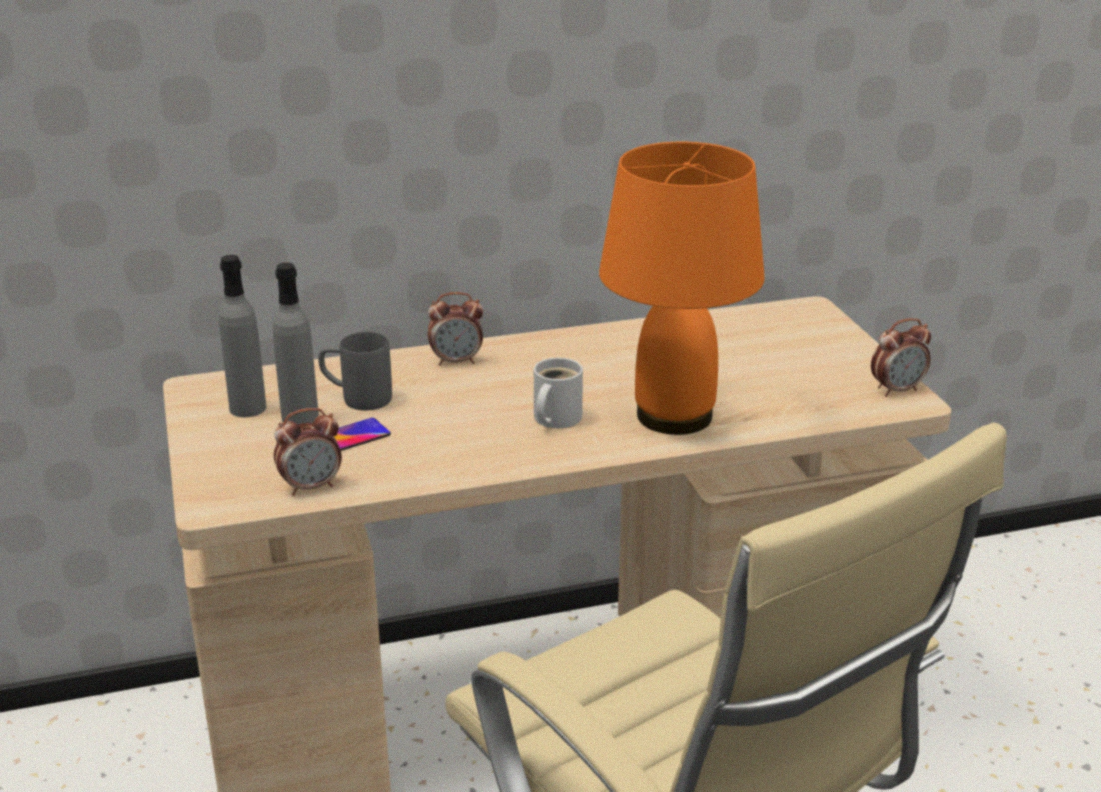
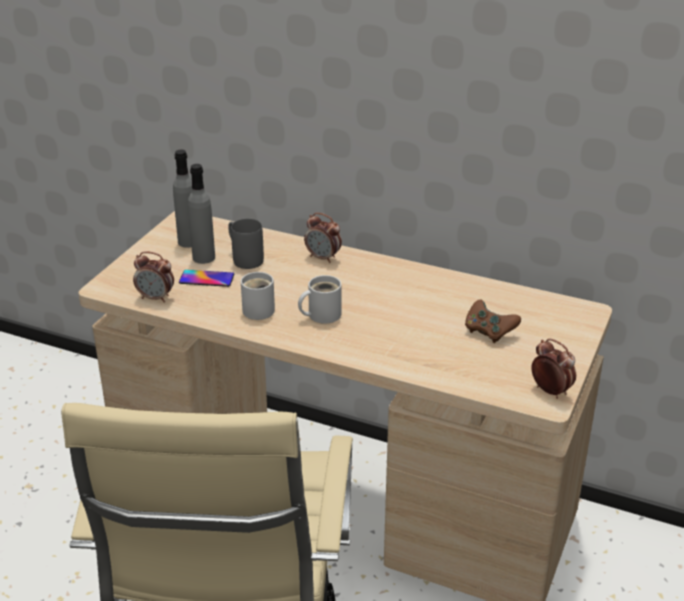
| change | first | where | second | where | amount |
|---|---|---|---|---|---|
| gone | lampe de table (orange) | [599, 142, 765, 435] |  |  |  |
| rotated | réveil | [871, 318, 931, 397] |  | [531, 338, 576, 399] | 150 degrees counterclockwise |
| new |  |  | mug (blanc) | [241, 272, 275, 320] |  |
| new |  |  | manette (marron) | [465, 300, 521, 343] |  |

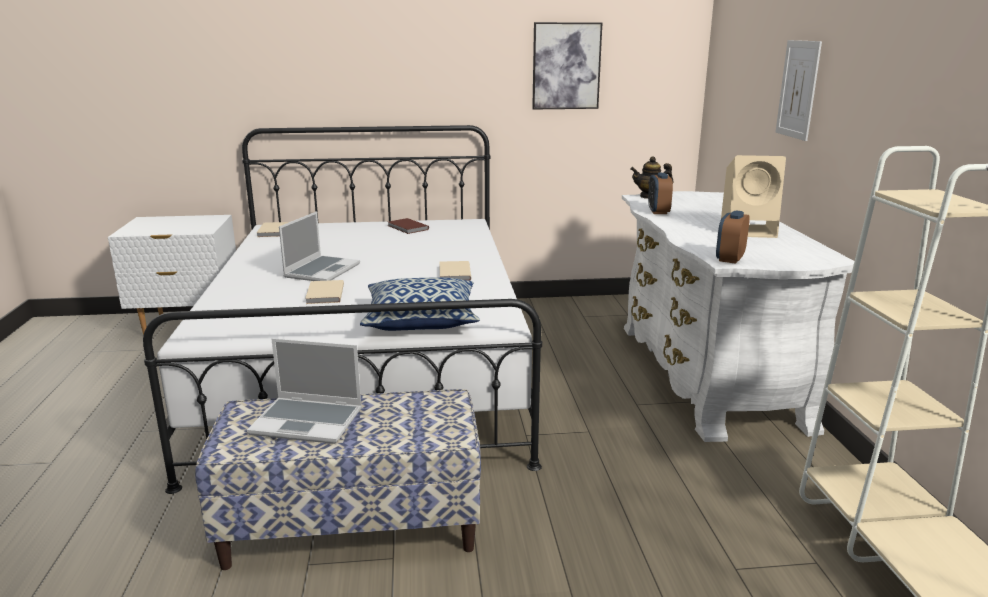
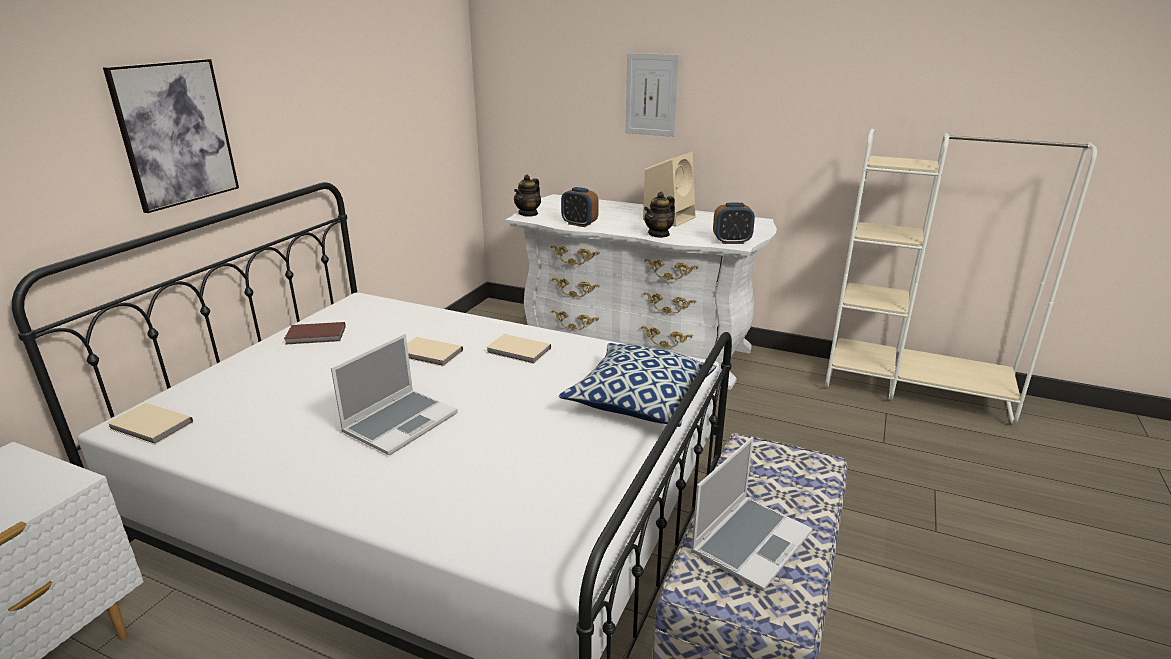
| change | first | where | second | where | amount |
|---|---|---|---|---|---|
| rotated | ordinateur portable | [279, 211, 360, 281] |  | [331, 334, 458, 455] | 75 degrees clockwise |
| shifted | livre (beige) | [305, 280, 344, 304] |  | [407, 337, 463, 367] |  |
| shifted | tableau | [532, 22, 602, 109] |  | [103, 59, 239, 213] |  |
| rotated | réveil | [716, 211, 750, 264] |  | [713, 203, 755, 244] | 60 degrees counterclockwise |
| new |  |  | théière | [644, 192, 675, 238] |  |

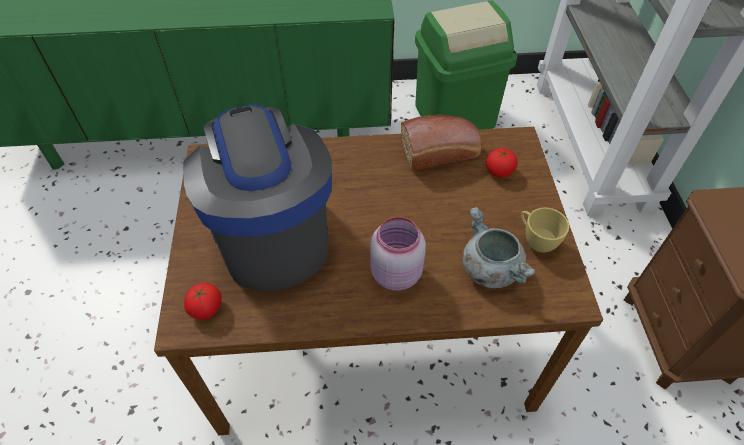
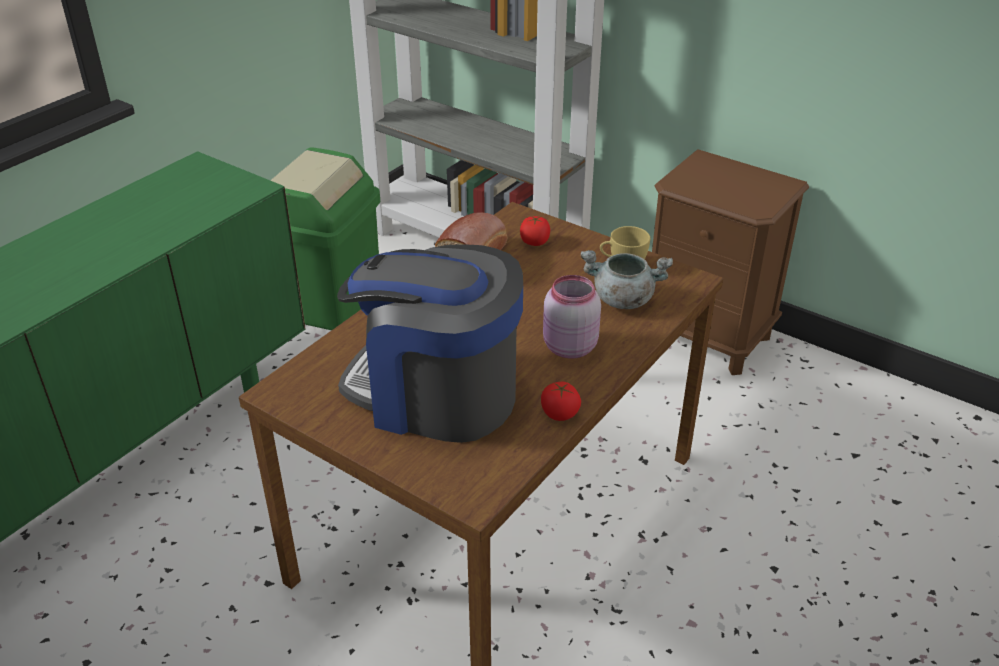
| change | first | where | second | where | amount |
|---|---|---|---|---|---|
| shifted | tomate | [184, 283, 222, 320] |  | [541, 382, 581, 421] |  |

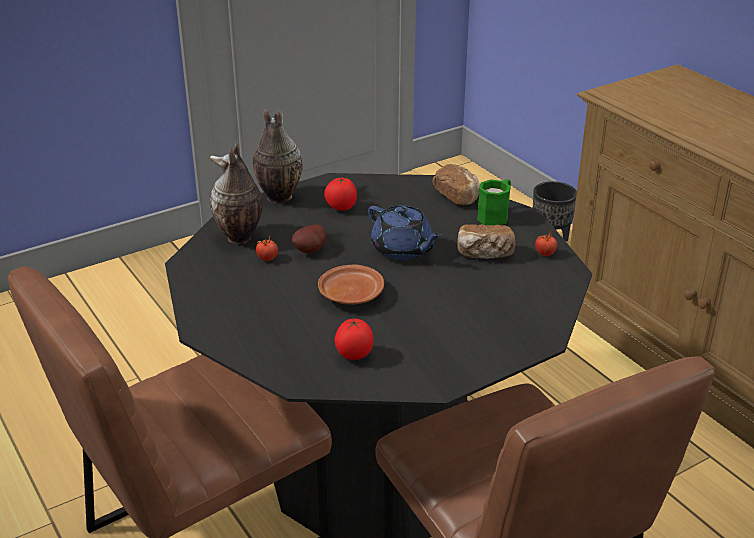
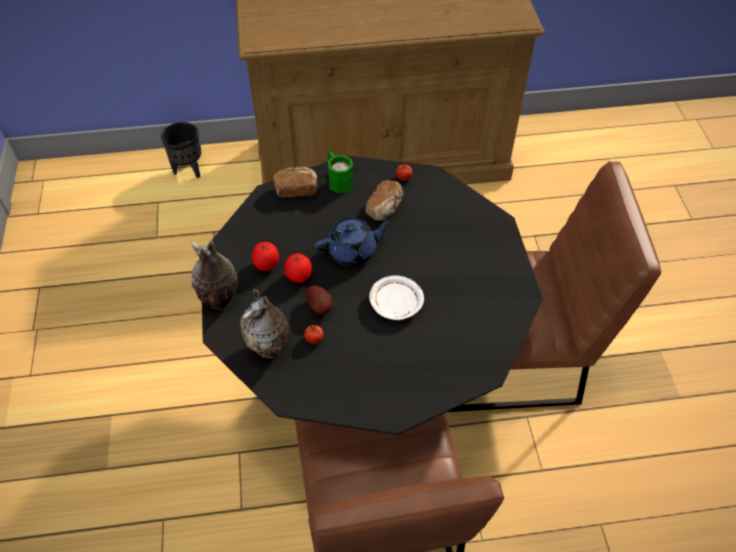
| change | first | where | second | where | amount |
|---|---|---|---|---|---|
| repainted | assiette (marron) | [318, 265, 384, 305] | assiette (blanc) | [369, 275, 424, 320] |  |
| shifted | tomate | [334, 319, 373, 360] |  | [284, 254, 312, 283] |  |

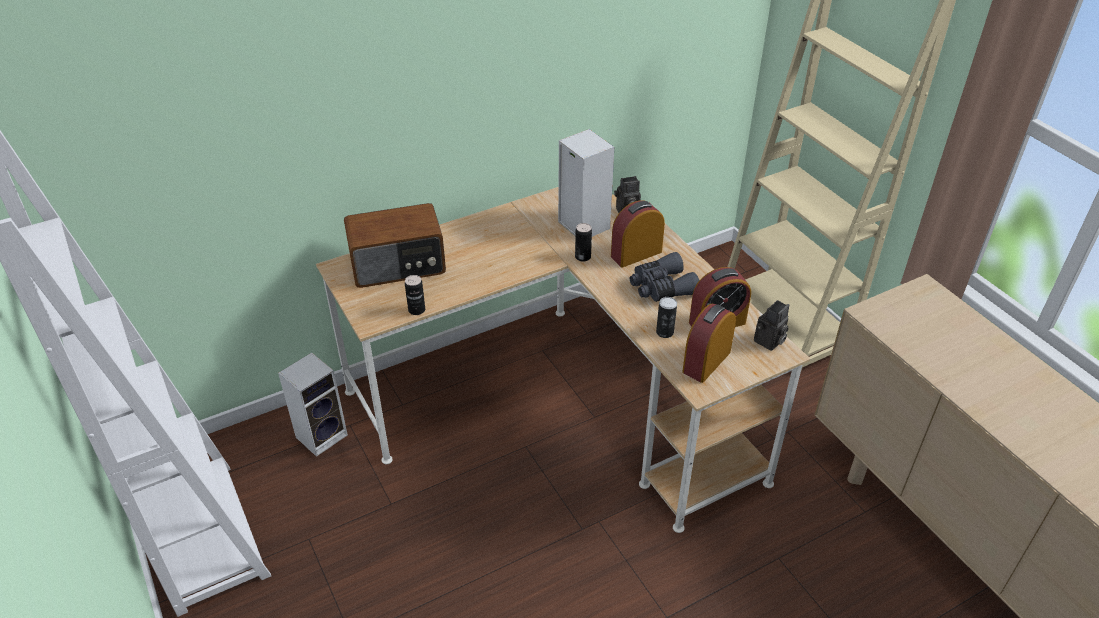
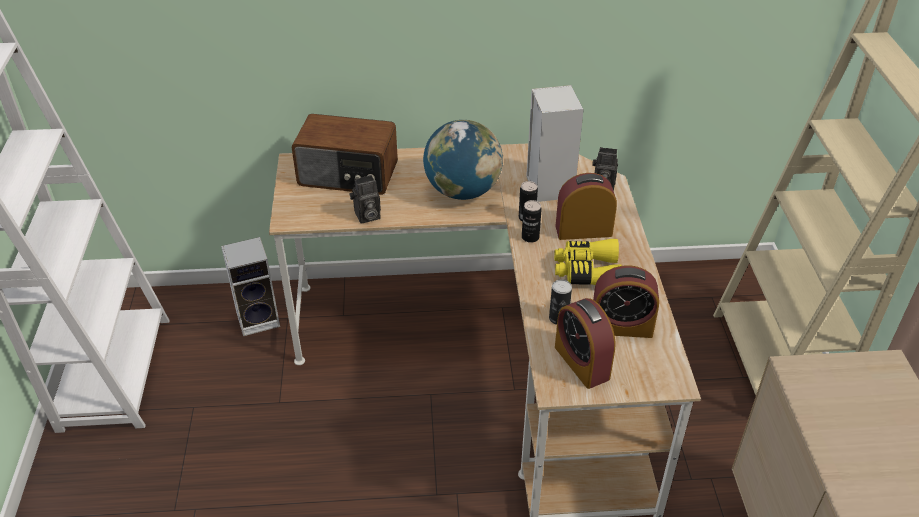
| change | first | where | second | where | amount |
|---|---|---|---|---|---|
| shifted | boîte métallique | [405, 275, 425, 315] |  | [522, 200, 542, 243] |  |
| repainted | jumelles (gris) | [630, 252, 700, 302] | jumelles (jaune) | [554, 239, 622, 285] |  |
| rotated | réveil | [682, 304, 736, 383] |  | [555, 298, 616, 389] | 90 degrees counterclockwise |
| shifted | appareil photo | [754, 300, 789, 351] |  | [350, 175, 381, 223] |  |
| new |  |  | globe | [423, 120, 503, 200] |  |

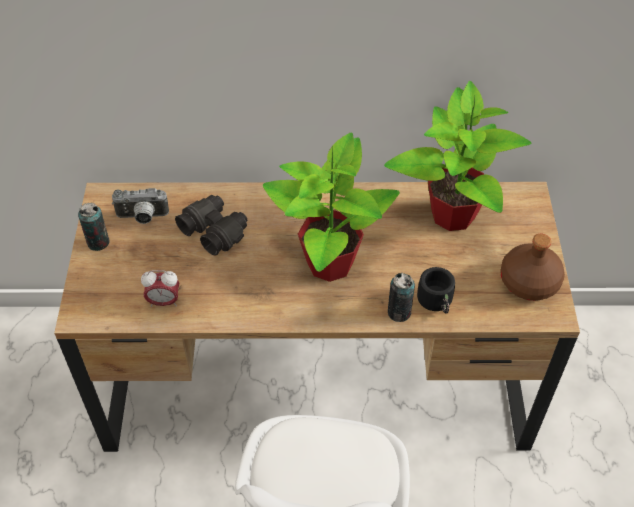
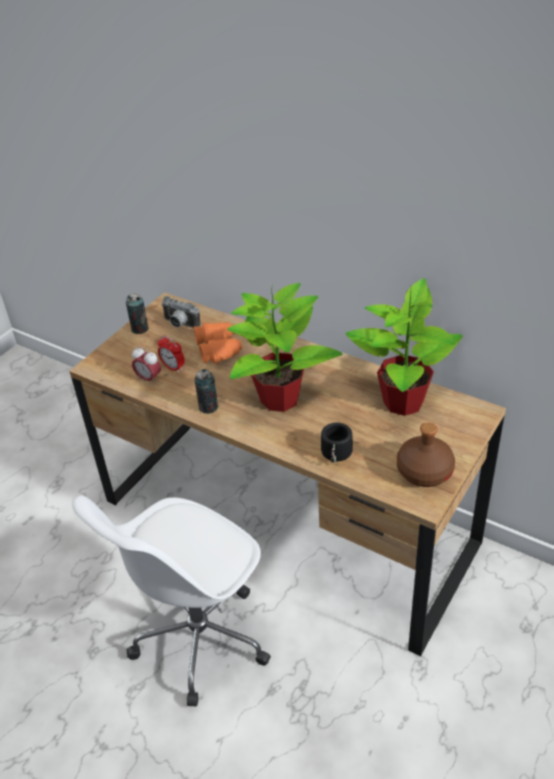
| change | first | where | second | where | amount |
|---|---|---|---|---|---|
| repainted | jumelles (noir) | [175, 195, 247, 256] | jumelles (orange) | [194, 322, 242, 364] |  |
| shifted | boîte métallique | [388, 273, 415, 322] |  | [195, 369, 218, 414] |  |
| new |  |  | réveil | [157, 335, 185, 373] |  |

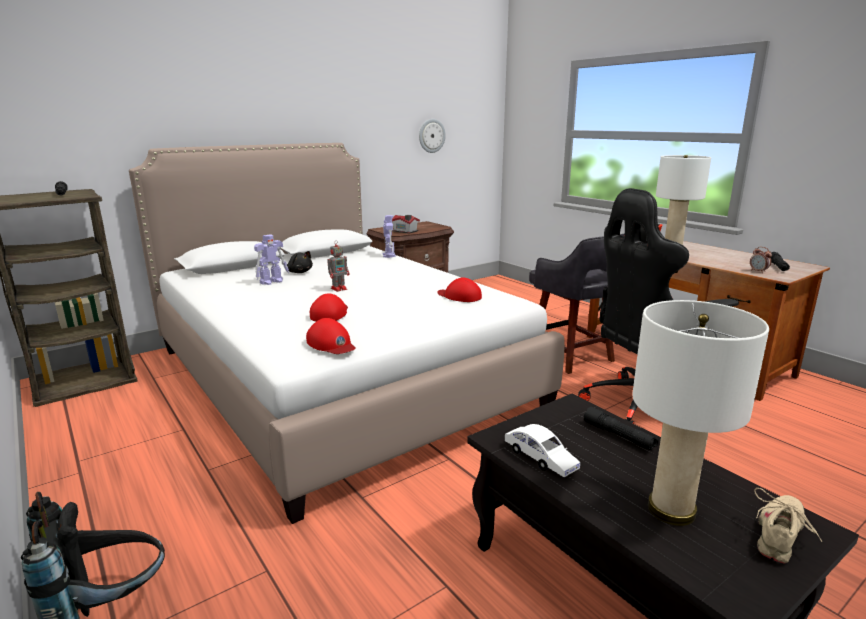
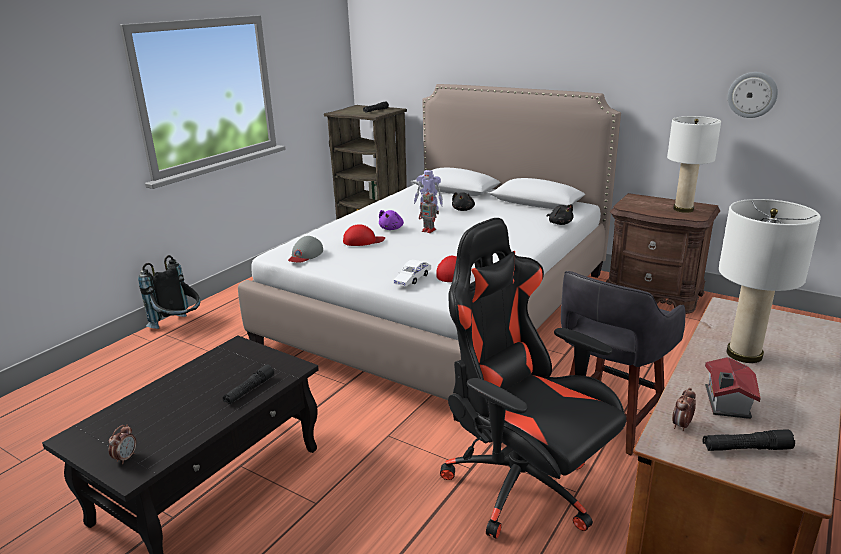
| change | first | where | second | where | amount |
|---|---|---|---|---|---|
| repainted | casquette (rouge) | [306, 318, 356, 354] | casquette (gris) | [288, 236, 323, 263] |  |
| swapped | robot jouet | [383, 215, 396, 258] | peluche (noir) | [547, 204, 574, 225] |  |
| shifted | maison miniature | [392, 215, 420, 234] |  | [705, 357, 761, 419] |  |
| shifted | petite voiture (blanc) | [505, 424, 580, 477] |  | [394, 260, 431, 287] |  |
| shifted | lampe de table (blanc) | [632, 300, 769, 526] |  | [667, 116, 721, 213] |  |
| swapped | chaussure (beige) | [754, 488, 822, 564] | réveil | [109, 425, 136, 464] |  |
| new |  |  | peluche (violet) | [379, 210, 404, 230] |  |

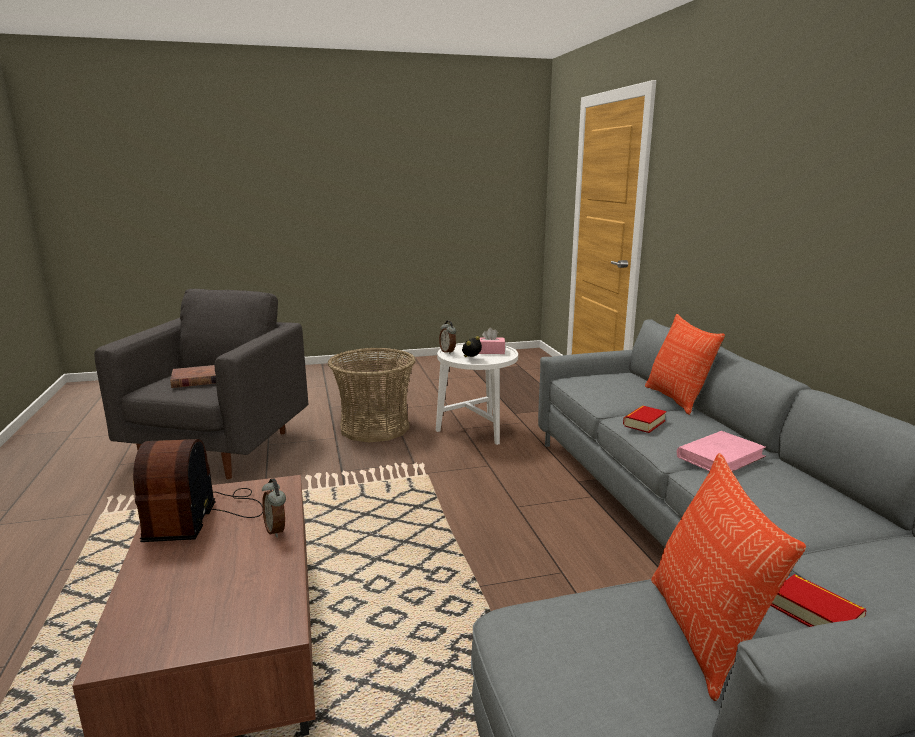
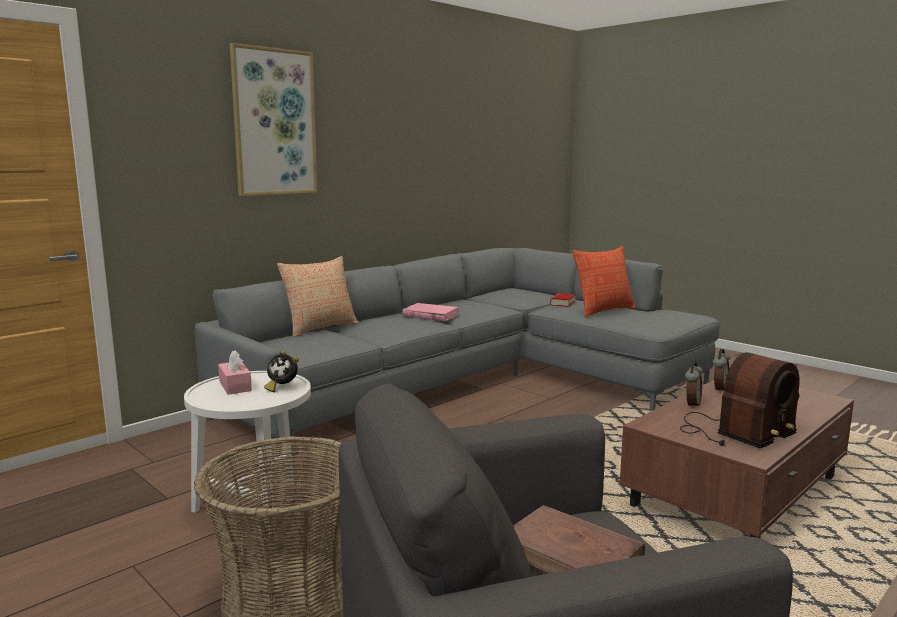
| change | first | where | second | where | amount |
|---|---|---|---|---|---|
| shifted | réveil | [439, 321, 456, 354] |  | [713, 349, 730, 393] |  |
| gone | livre | [623, 405, 667, 433] |  |  |  |
| repainted | coussin (orange) | [645, 314, 725, 415] | coussin (beige) | [277, 256, 358, 337] |  |
| new |  |  | tableau | [230, 43, 317, 196] |  |

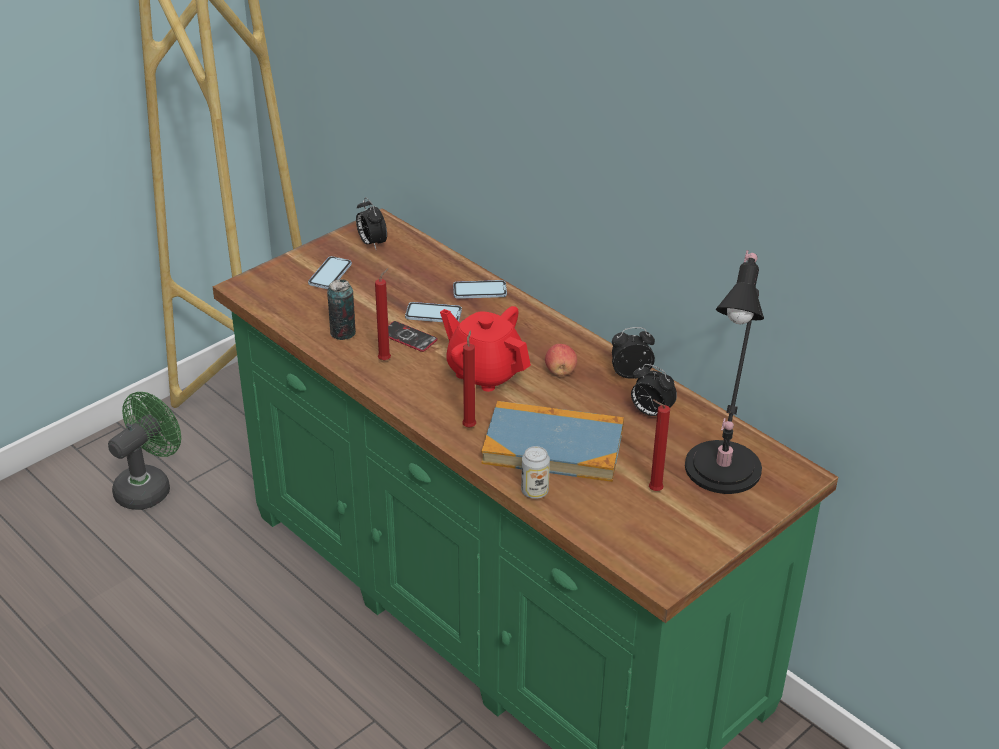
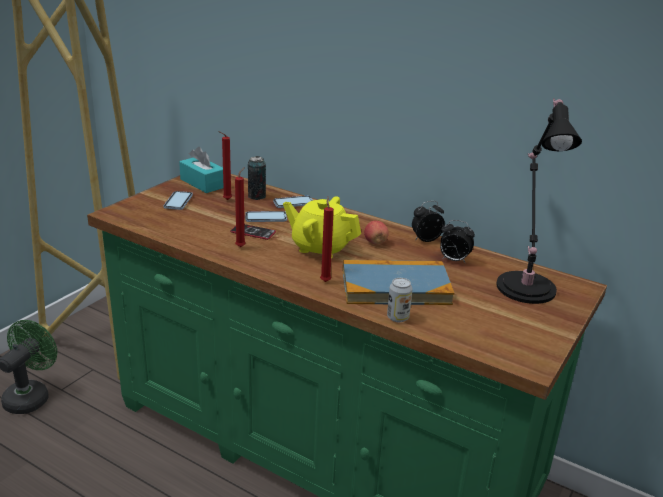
| change | first | where | second | where | amount |
|---|---|---|---|---|---|
| shifted | boîte métallique | [327, 279, 356, 340] |  | [248, 156, 266, 200] |  |
| swapped | réveil | [356, 197, 387, 249] | boîte à mouchoirs (turquoise) | [179, 147, 224, 193] |  |
| repainted | théière (rouge) | [440, 306, 531, 392] | théière (jaune) | [283, 196, 361, 258] |  |
| shifted | bougie (rouge) | [649, 400, 670, 491] |  | [218, 131, 232, 200] |  |

